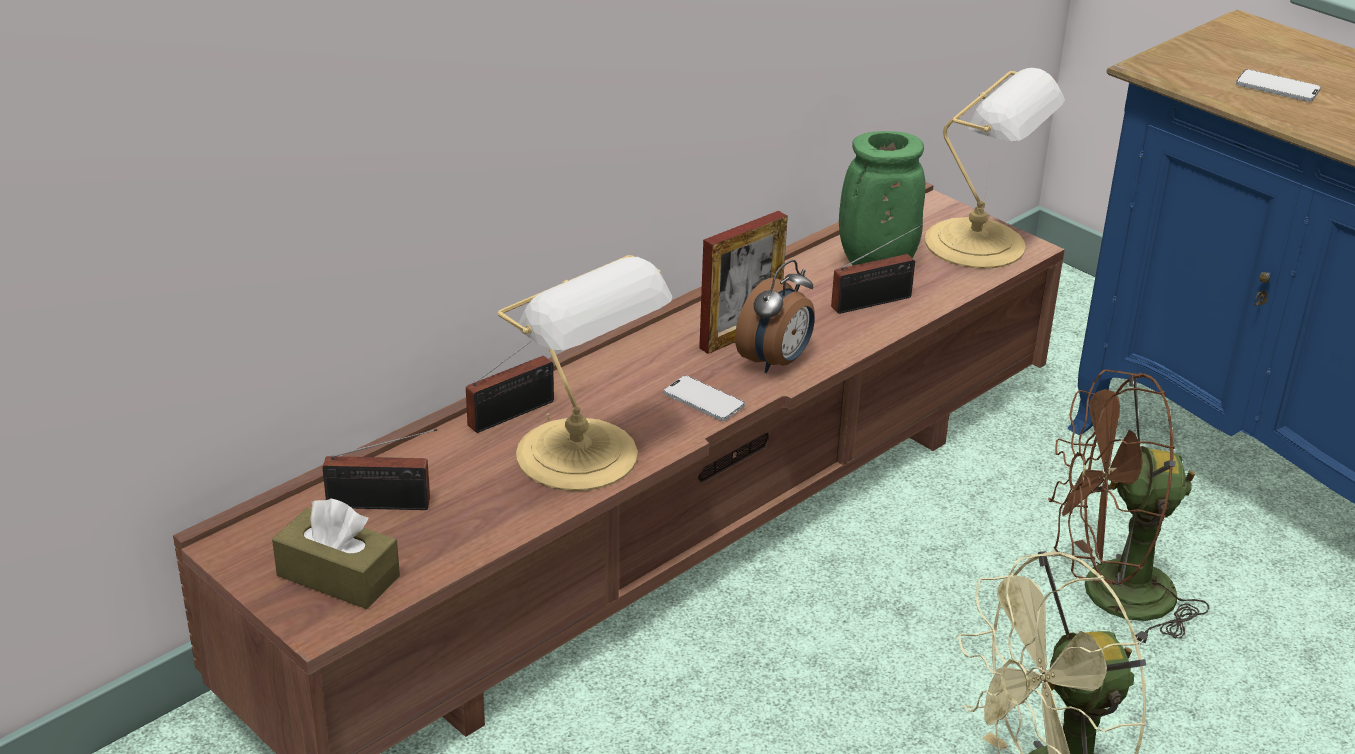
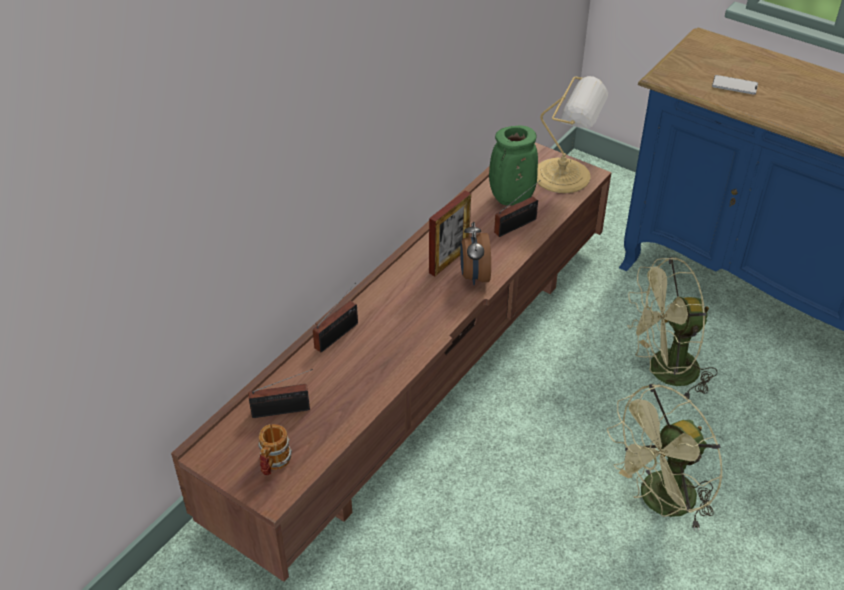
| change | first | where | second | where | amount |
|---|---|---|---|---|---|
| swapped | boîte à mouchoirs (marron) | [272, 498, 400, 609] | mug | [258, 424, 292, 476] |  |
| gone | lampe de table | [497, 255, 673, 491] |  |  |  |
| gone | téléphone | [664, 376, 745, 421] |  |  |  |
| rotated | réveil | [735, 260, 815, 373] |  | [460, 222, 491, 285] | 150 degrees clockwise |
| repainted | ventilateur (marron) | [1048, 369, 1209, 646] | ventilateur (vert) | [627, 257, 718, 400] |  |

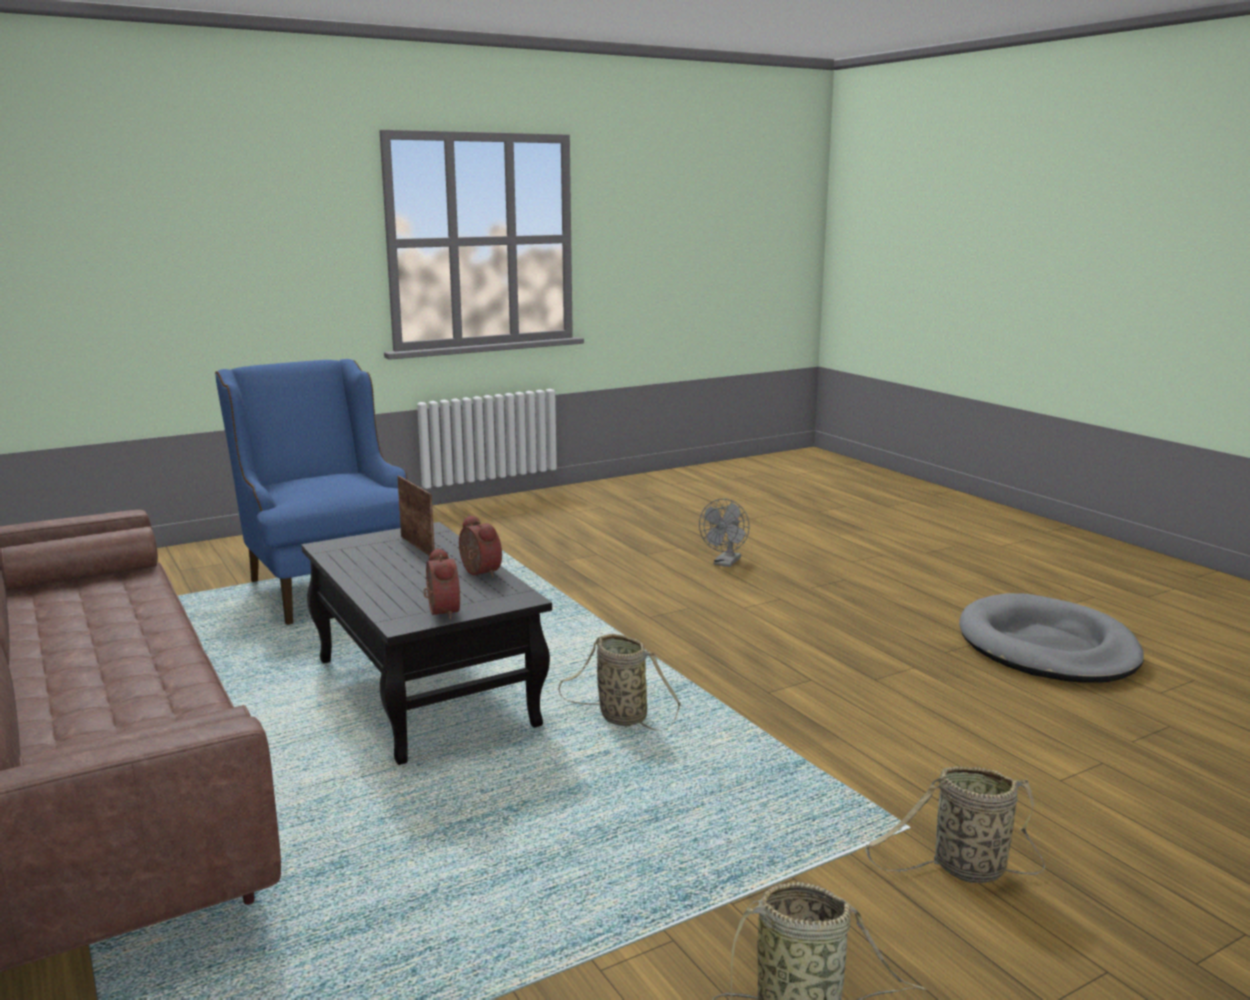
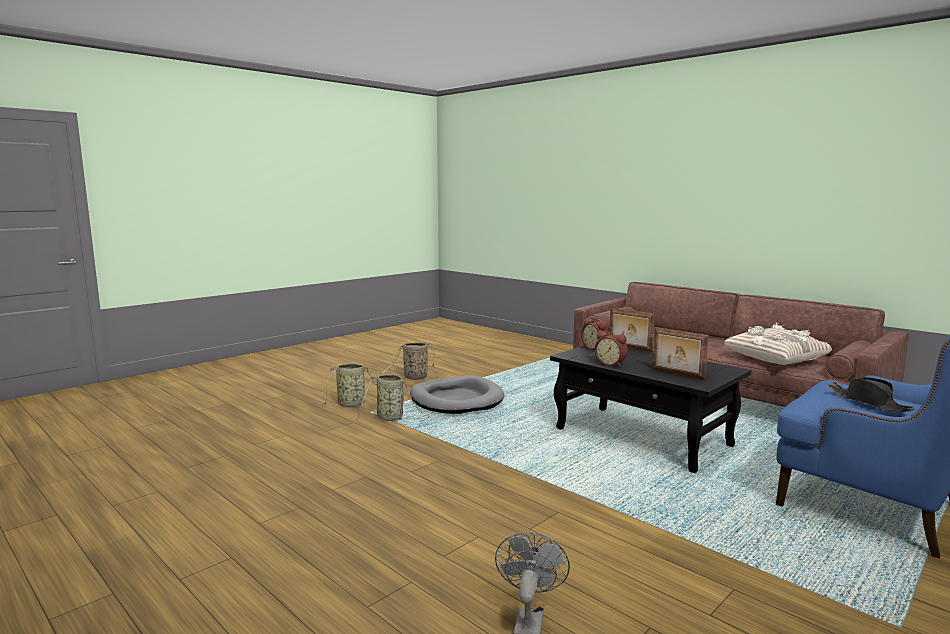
| change | first | where | second | where | amount |
|---|---|---|---|---|---|
| shifted | panier | [558, 634, 681, 731] |  | [359, 374, 429, 421] |  |
| shifted | panier pour chien (gris) | [959, 593, 1144, 683] |  | [410, 375, 505, 414] |  |
| new |  |  | cadre photo | [609, 308, 655, 352] |  |
| new |  |  | coussin (beige) | [724, 323, 832, 365] |  |
| new |  |  | chapeau (noir) | [829, 377, 915, 411] |  |

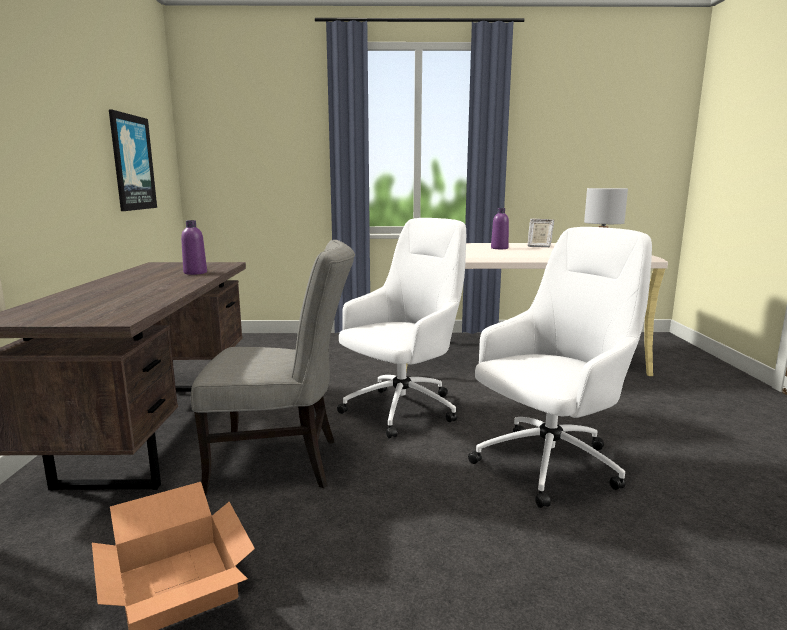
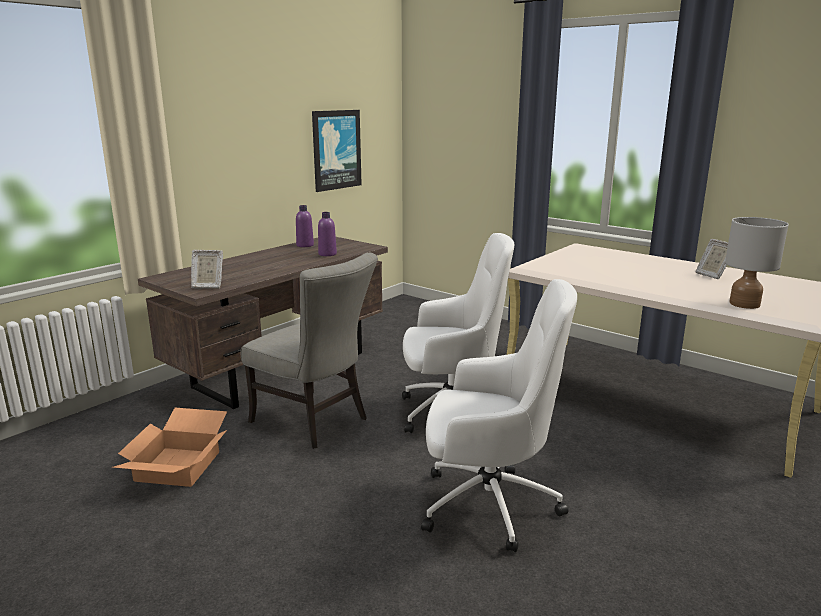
| change | first | where | second | where | amount |
|---|---|---|---|---|---|
| shifted | bouteille (violet) | [491, 208, 509, 249] |  | [296, 205, 314, 247] |  |
| new |  |  | cadre photo | [191, 250, 223, 289] |  |

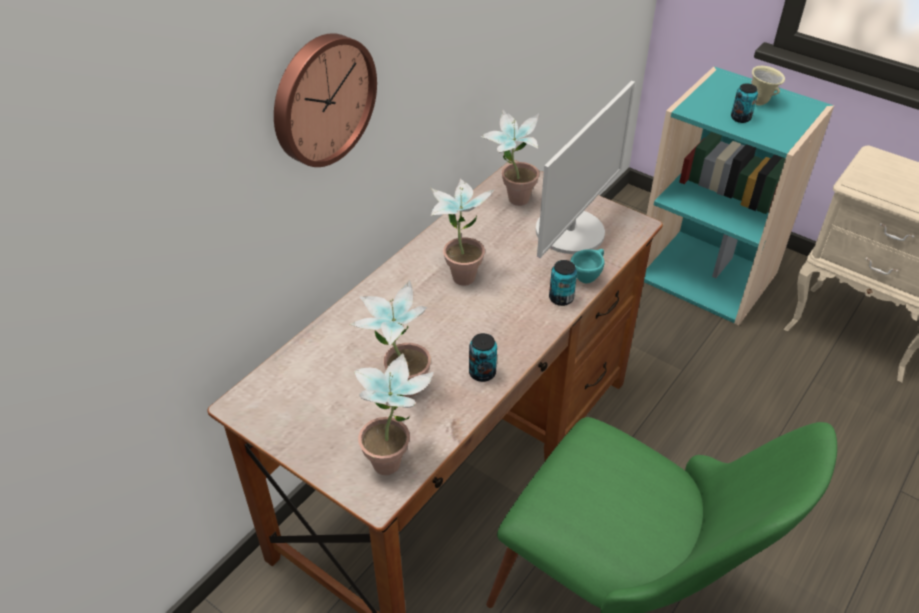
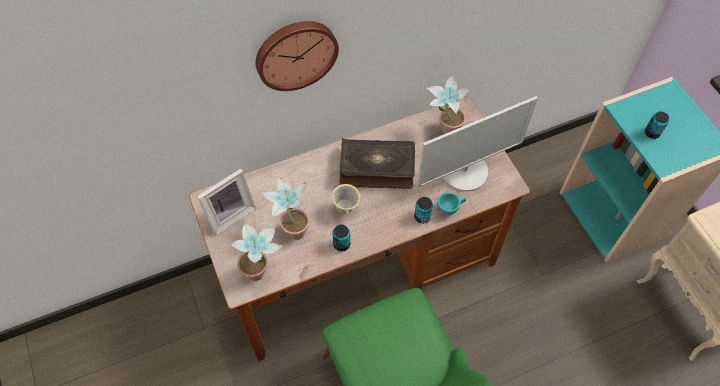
| change | first | where | second | where | amount |
|---|---|---|---|---|---|
| swapped | plante en pot | [431, 178, 494, 286] | livre | [340, 138, 415, 189] |  |
| shifted | mug (beige) | [751, 66, 785, 105] |  | [332, 184, 361, 215] |  |
| new |  |  | cadre photo | [197, 169, 256, 235] |  |

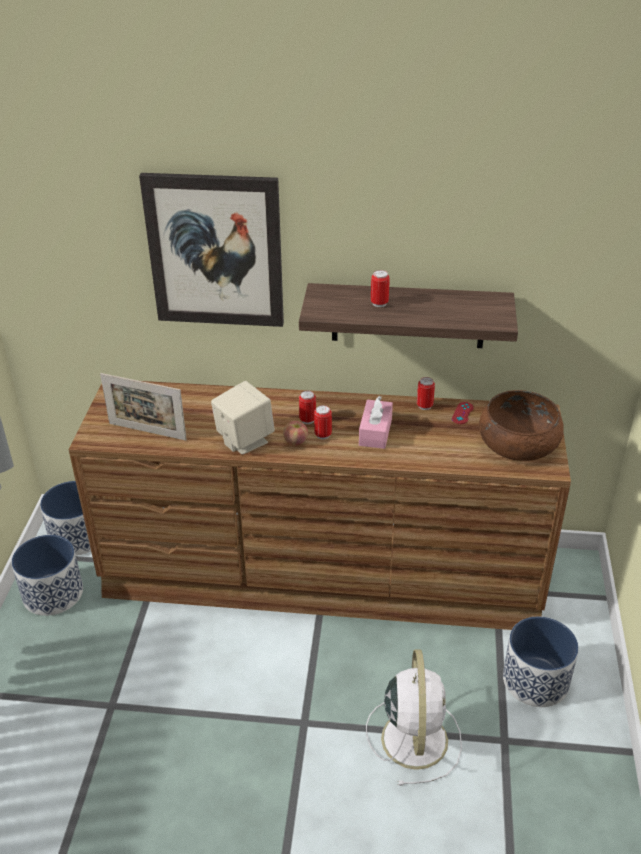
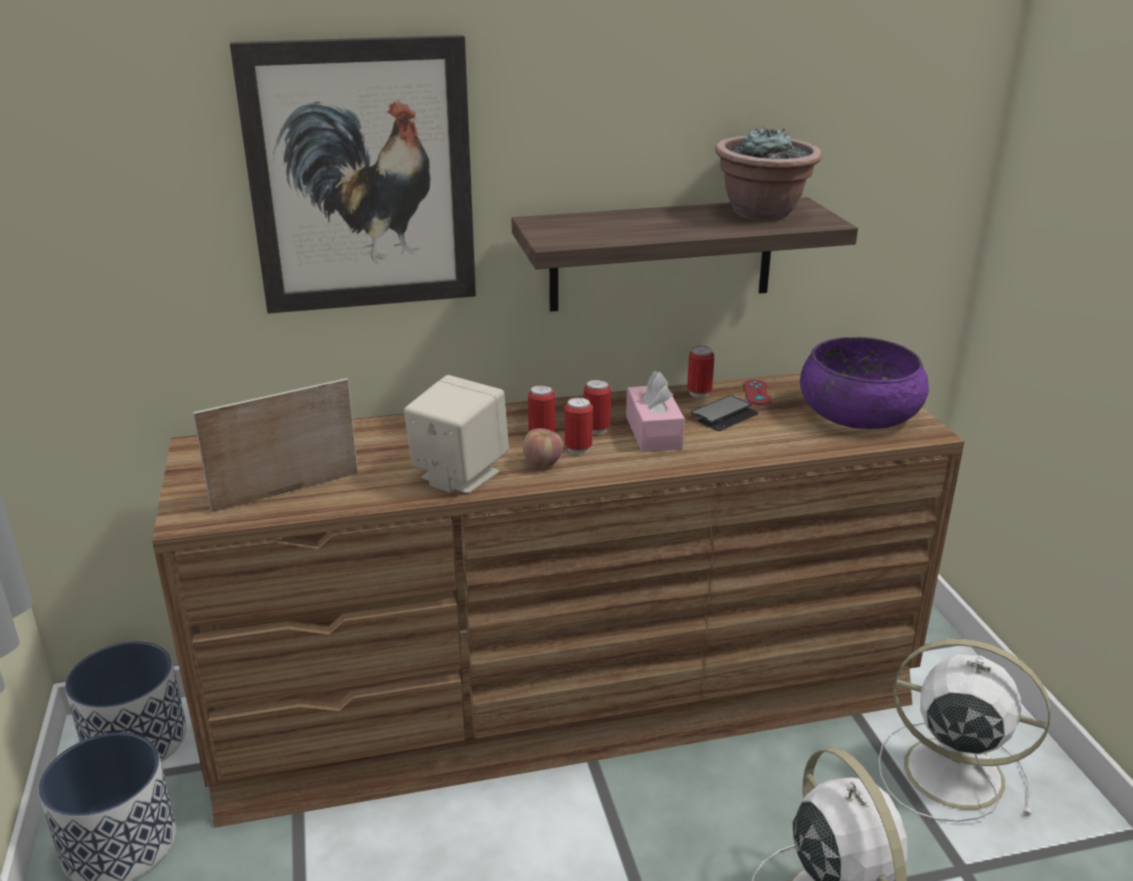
| change | first | where | second | where | amount |
|---|---|---|---|---|---|
| rotated | cadre photo | [100, 373, 187, 441] |  | [193, 378, 358, 512] | 150 degrees clockwise |
| shifted | boîte métallique | [371, 270, 390, 307] |  | [584, 379, 611, 434] |  |
| repainted | bol (marron) | [479, 390, 564, 461] | bol (violet) | [800, 337, 929, 429] |  |
| swapped | cache-pot | [503, 616, 579, 707] | ventilateur (blanc) | [878, 639, 1051, 822] |  |
| new |  |  | téléphone | [691, 395, 759, 431] |  |
| new |  |  | plante en pot | [715, 126, 822, 220] |  |

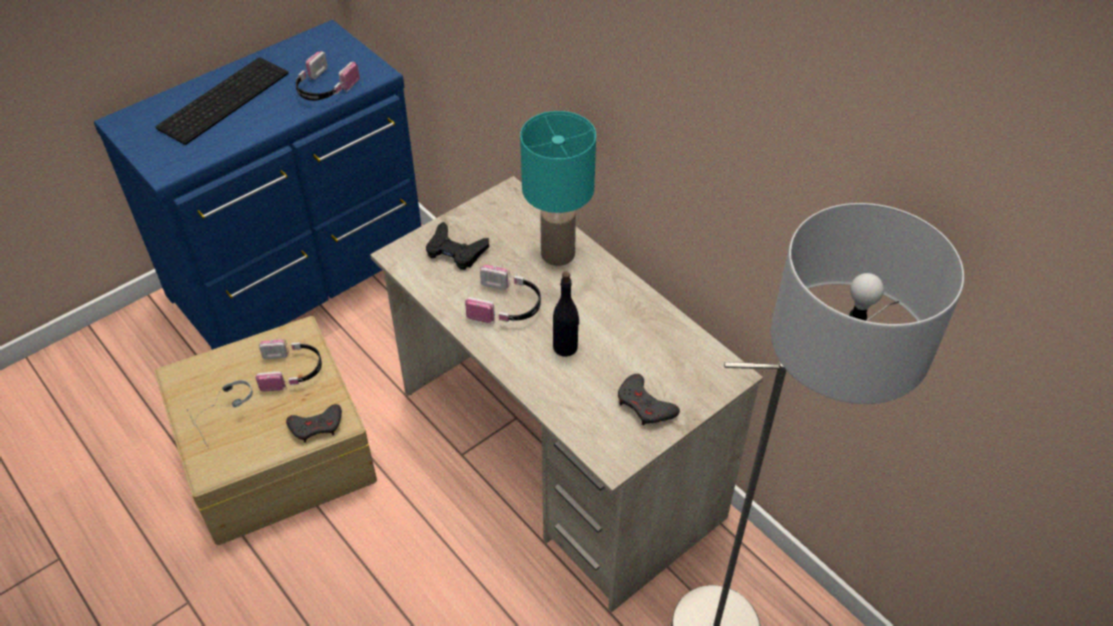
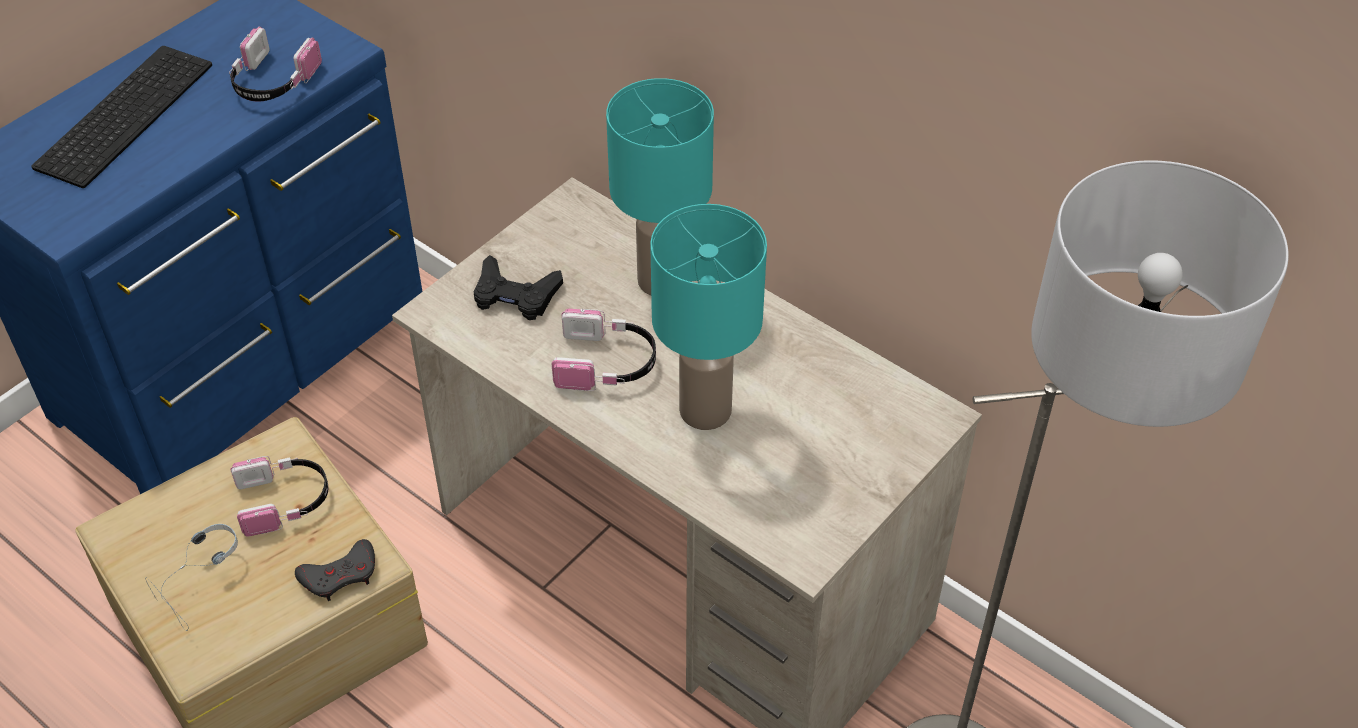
| change | first | where | second | where | amount |
|---|---|---|---|---|---|
| swapped | bouteille (noir) | [553, 272, 579, 357] | lampe de table (turquoise) | [650, 204, 767, 430] |  |
| gone | manette (gris) | [618, 374, 680, 426] |  |  |  |

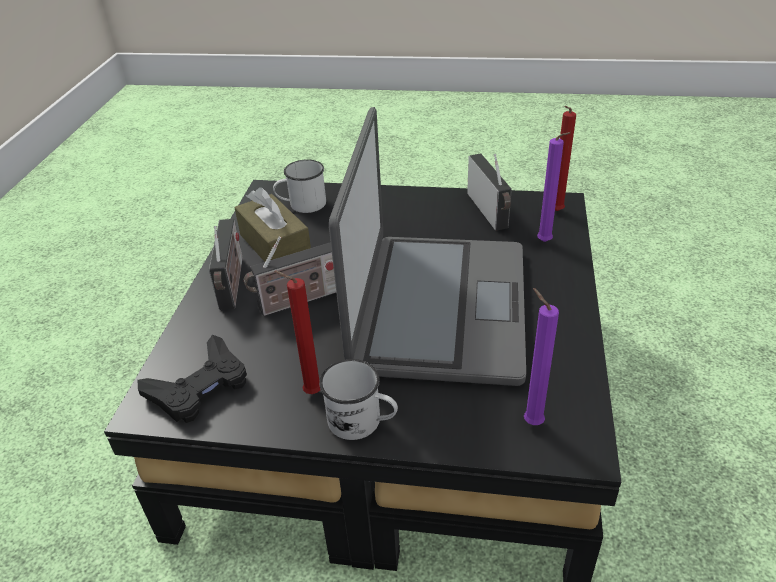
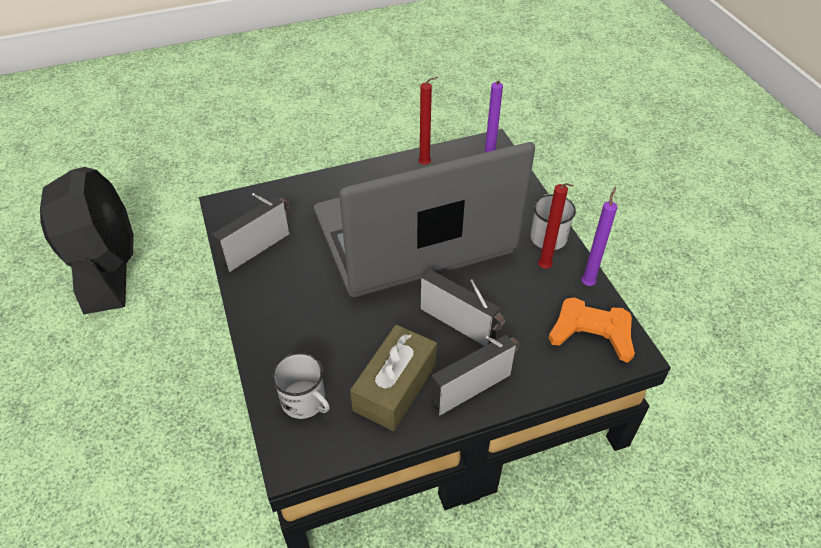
| change | first | where | second | where | amount |
|---|---|---|---|---|---|
| repainted | manette (noir) | [137, 335, 247, 423] | manette (orange) | [549, 297, 635, 363] |  |
| shifted | bougie (violet) | [537, 132, 570, 242] |  | [581, 186, 617, 286] |  |
| shifted | bougie (rouge) | [555, 106, 576, 211] |  | [418, 77, 438, 165] |  |
| new |  |  | ventilateur (noir) | [40, 167, 134, 314] |  |

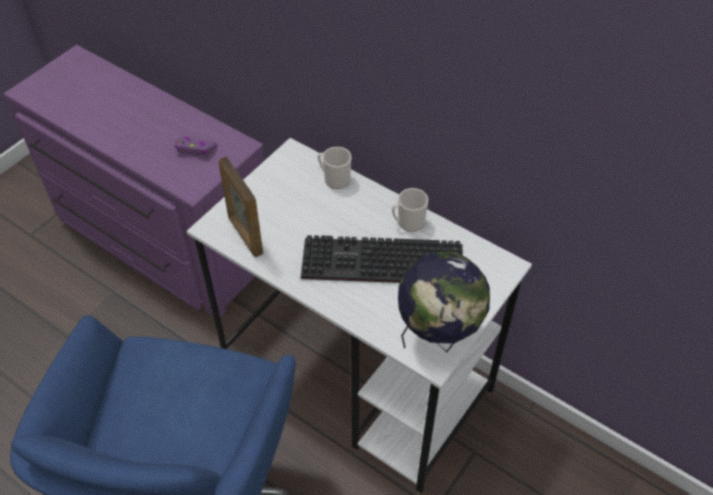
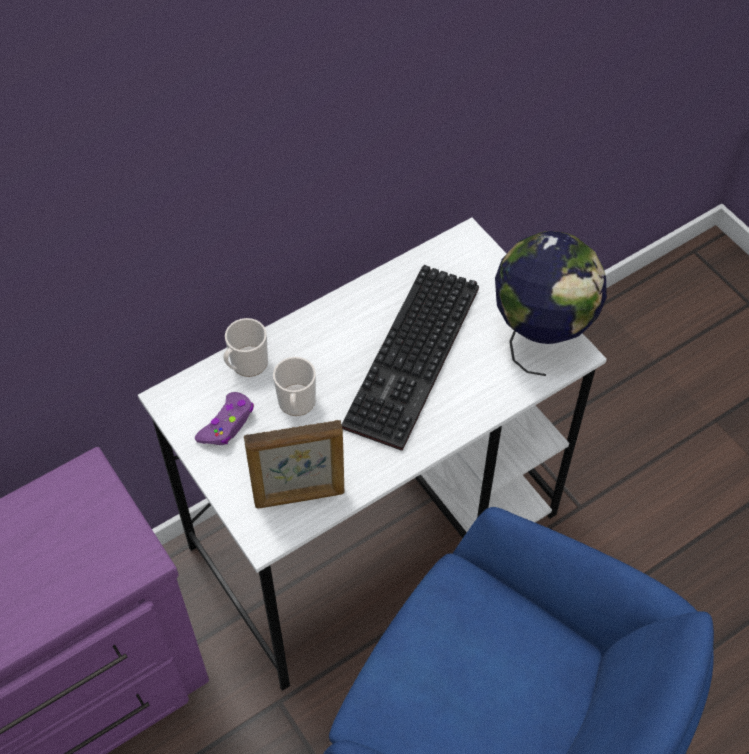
| change | first | where | second | where | amount |
|---|---|---|---|---|---|
| shifted | manette (violet) | [175, 137, 217, 156] |  | [195, 392, 254, 445] |  |
| shifted | mug | [392, 188, 428, 232] |  | [273, 357, 316, 416] |  |

